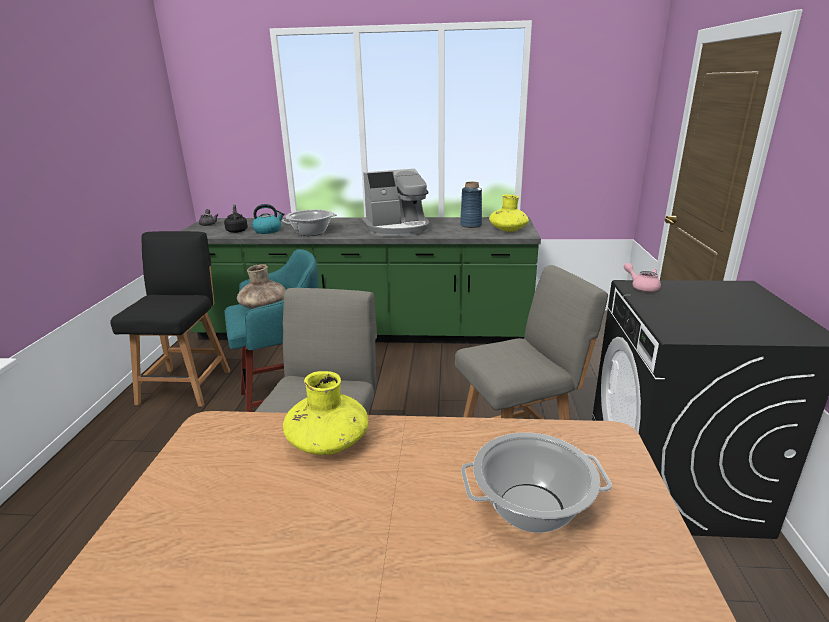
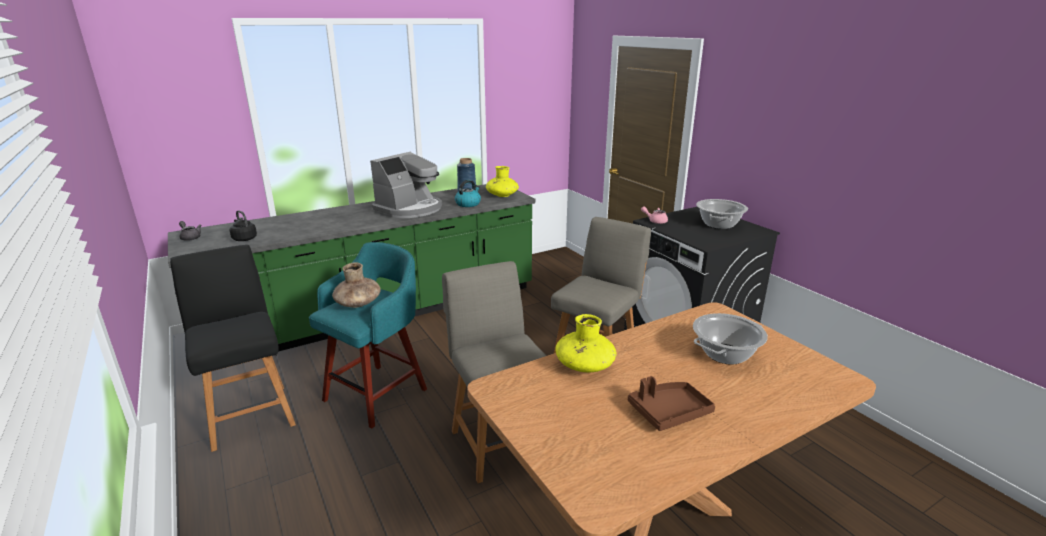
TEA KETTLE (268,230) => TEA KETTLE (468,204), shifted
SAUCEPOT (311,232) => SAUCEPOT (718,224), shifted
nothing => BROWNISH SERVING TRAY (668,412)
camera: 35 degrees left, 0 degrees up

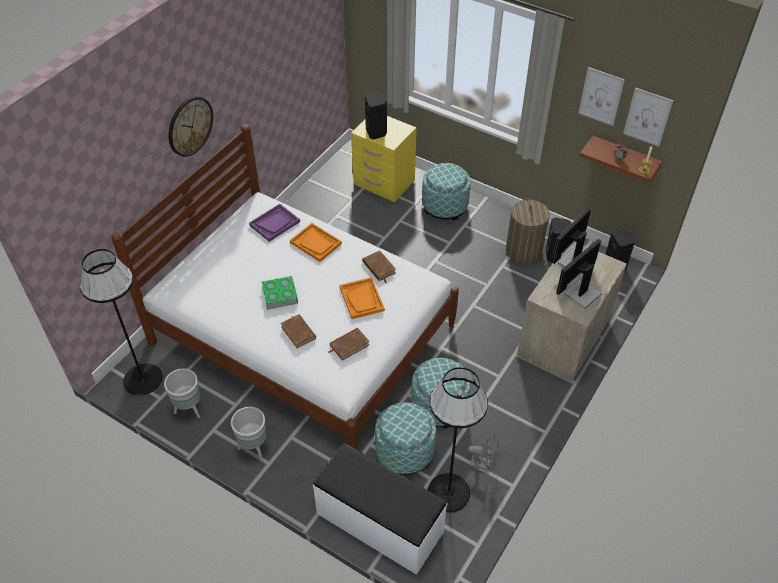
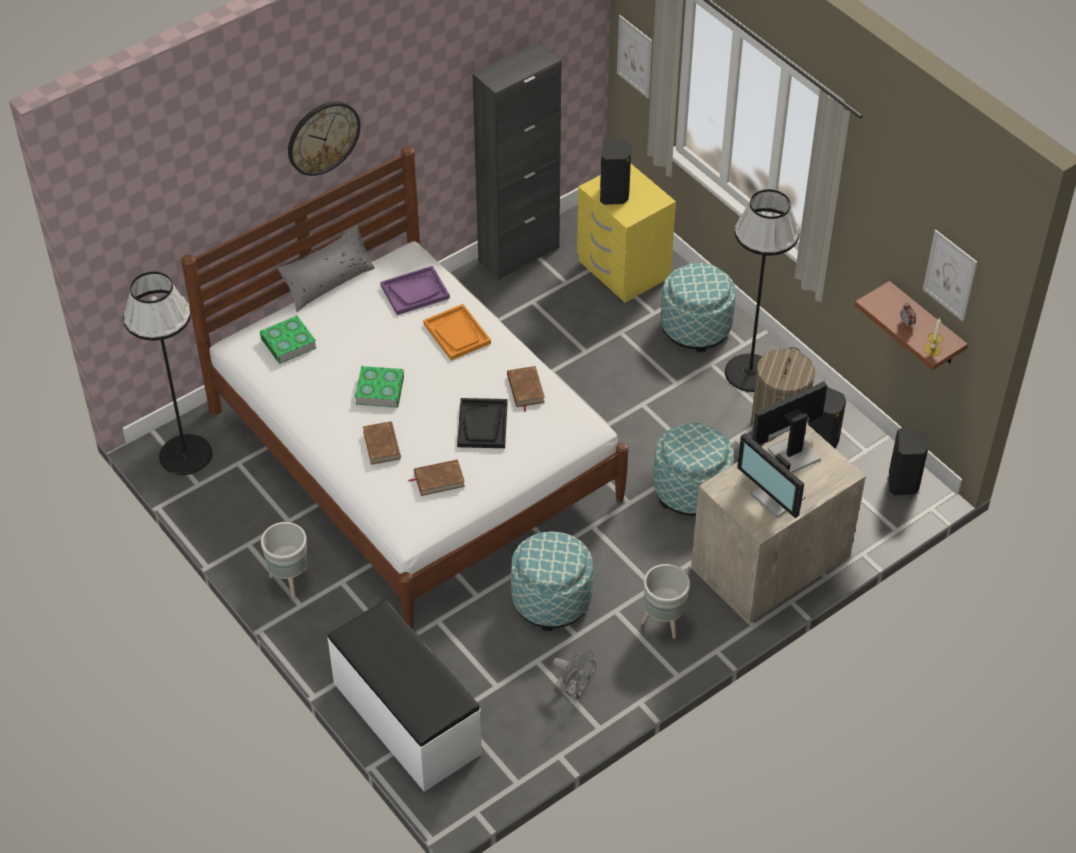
GREYISH PLANT POT (189,409) => GREYISH PLANT POT (663,622), shifted
ORANGEY SERVING TRAY (362,299) => BLACKISH SERVING TRAY (482,425)
POUFFE (404,451) => POUFFE (691,490), shifted
BLACKISH FLOOR LAMP (448,492) => BLACKISH FLOOR LAMP (749,373), shifted
COMPUTER DISPLAY (580,293) => COMPUTER DISPLAY (776,498), 105 degrees counterclockwise
WALL PICTURE (601,96) => WALL PICTURE (634,56), shifted
nothing => BOUND BOOK (288,343)
nothing => GREYISH THROW PILLOW (329,283)
nothing => BLACKISH CABINET (519,254)
camera: 20 degrees right, 0 degrees up

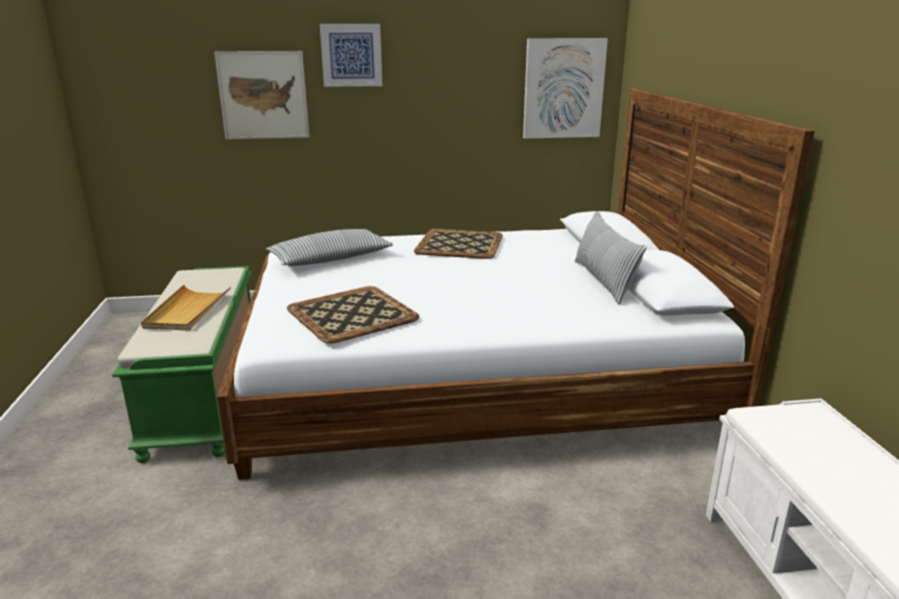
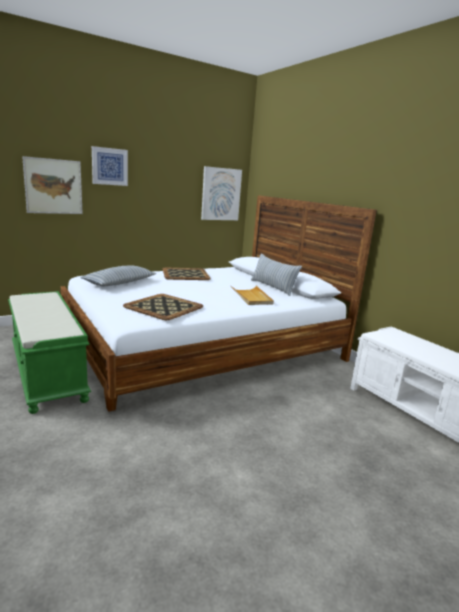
SAND-COLOURED SERVING TRAY (188,311) => SAND-COLOURED SERVING TRAY (251,297), shifted
camera: 25 degrees left, 5 degrees down

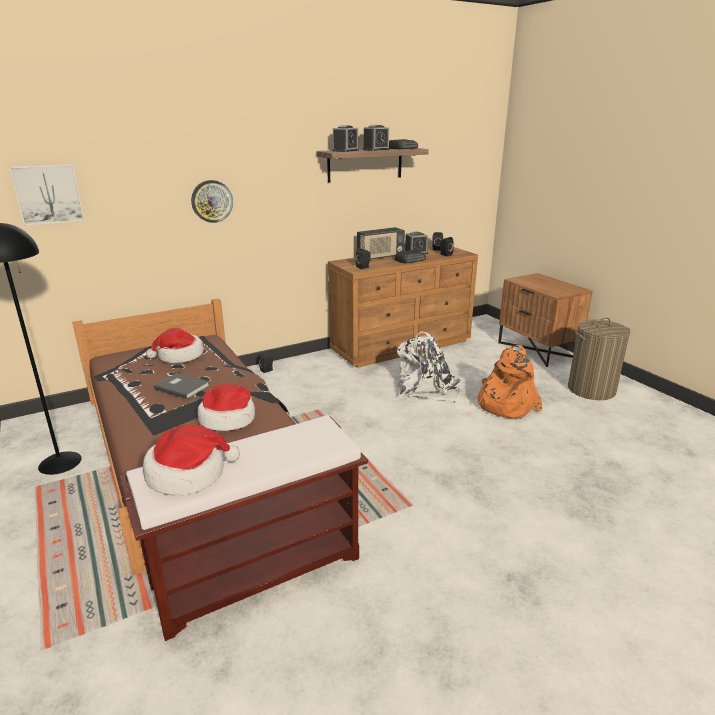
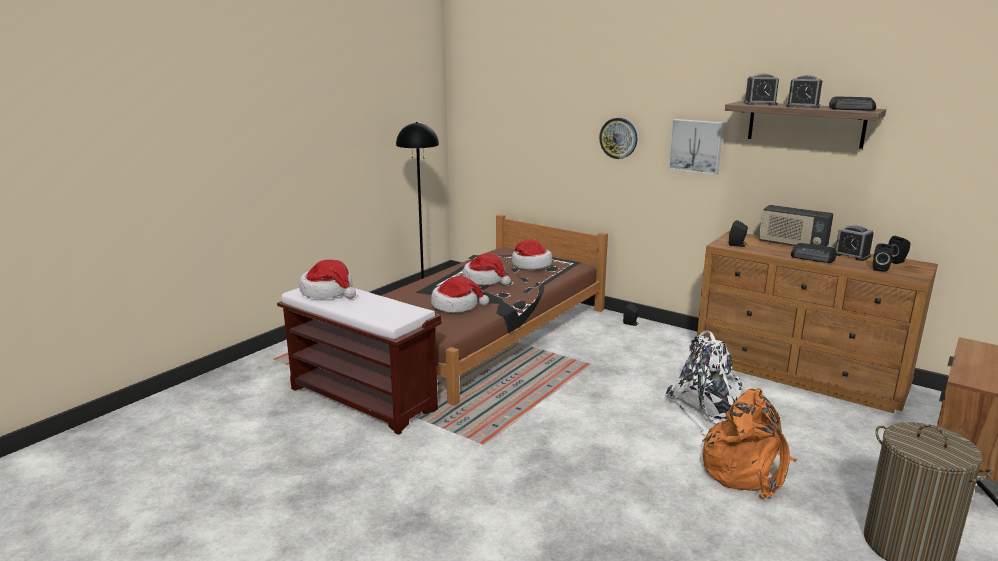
WALL PICTURE (48,194) => WALL PICTURE (696,146), shifted
GREYISH BOUND BOOK (182,386) => WEARABLE HAT (485,280)
camera: 65 degrees right, 5 degrees down

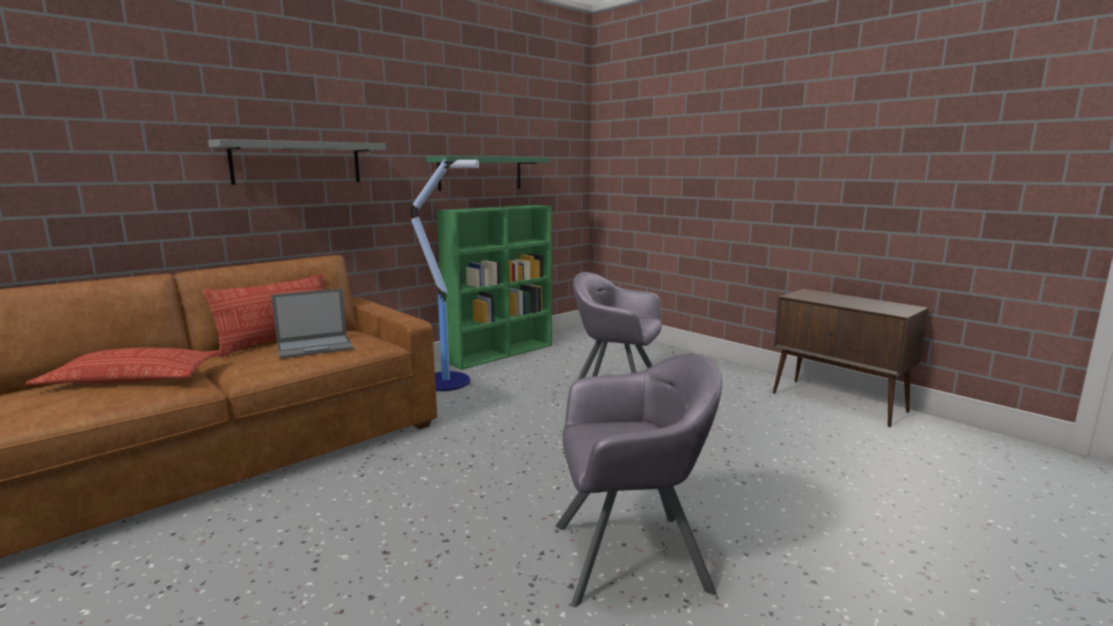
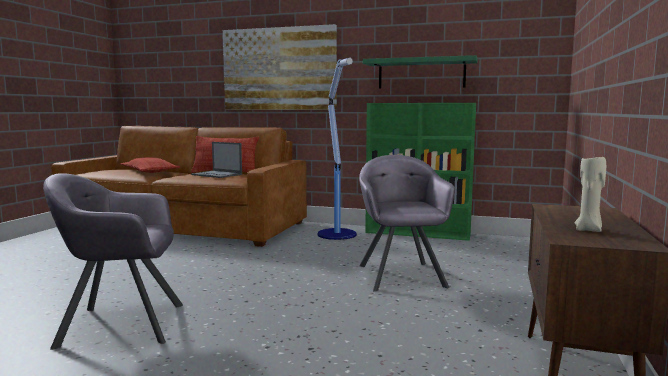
GREYISH BRACKET SHELF (297,163) => WALL PICTURE (279,69)
GREYISH LOUNGE CHAIR (631,557) => GREYISH LOUNGE CHAIR (122,324), 120 degrees clockwise
nothing => SAND-COLOURED WAX LIGHT (589,230)
camera: 60 degrees right, 5 degrees down

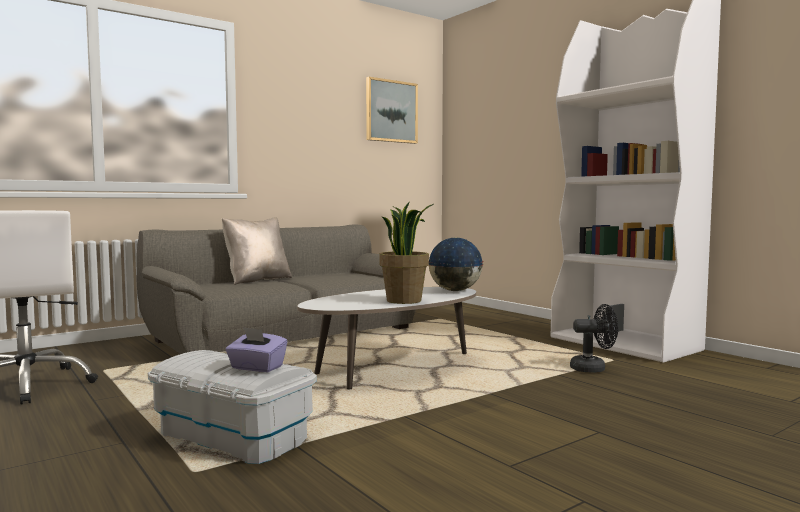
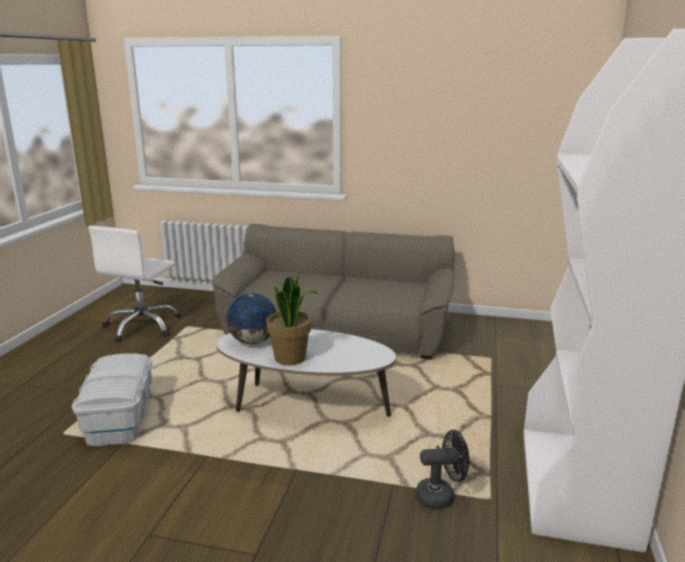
SAND-COLOURED THROW PILLOW (257,280) => nothing
PURPLE-COLOURED TISSUE HOLDER (256,368) => nothing
WALL PICTURE (391,111) => nothing
WORLD GLOBE (455,291) => WORLD GLOBE (253,342), shifted
BLACKISH ELECTRIC FAN (593,368) => BLACKISH ELECTRIC FAN (441,496), 60 degrees counterclockwise
camera: 50 degrees right, 15 degrees up

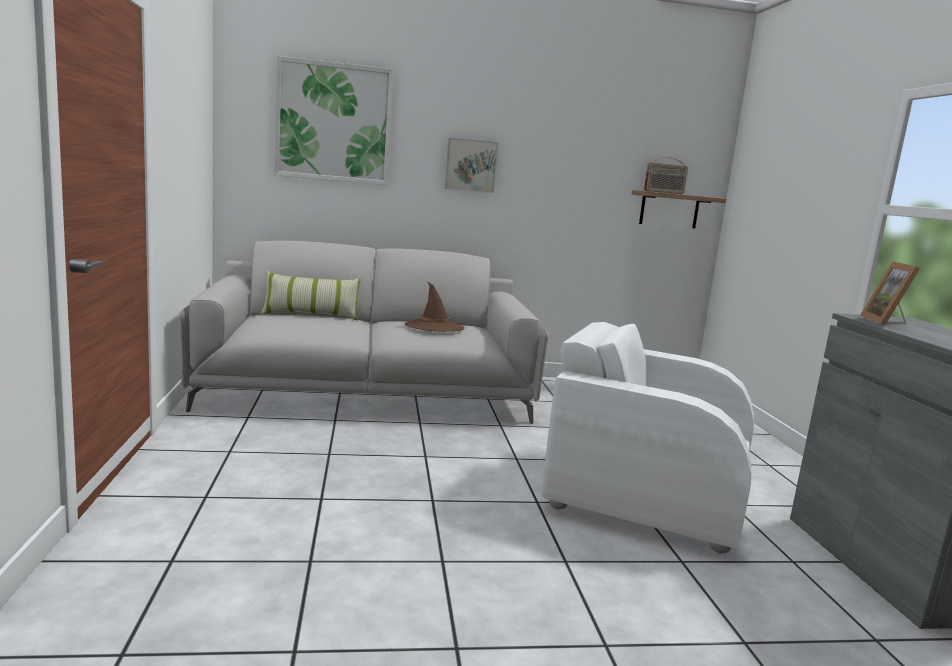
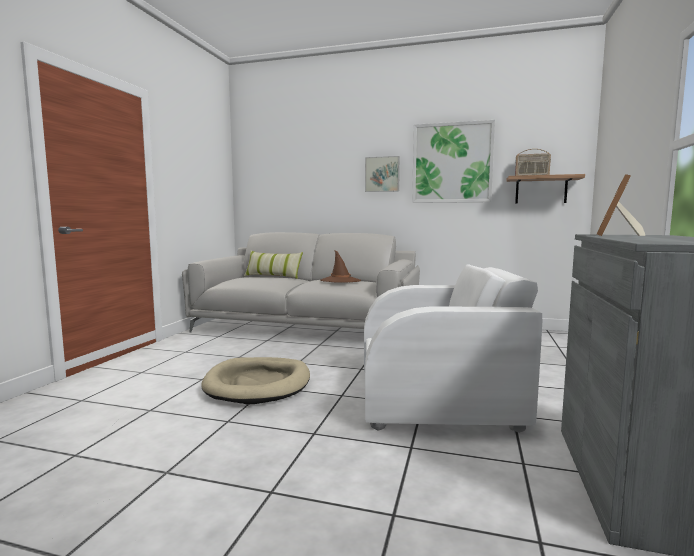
WALL PICTURE (334,122) => WALL PICTURE (452,163), shifted
WHITE LOUNGE CHAIR (645,495) => WHITE LOUNGE CHAIR (437,400), 135 degrees clockwise
nothing => SAND-COLOURED PET BED (258,384)
camera: 25 degrees right, 5 degrees down

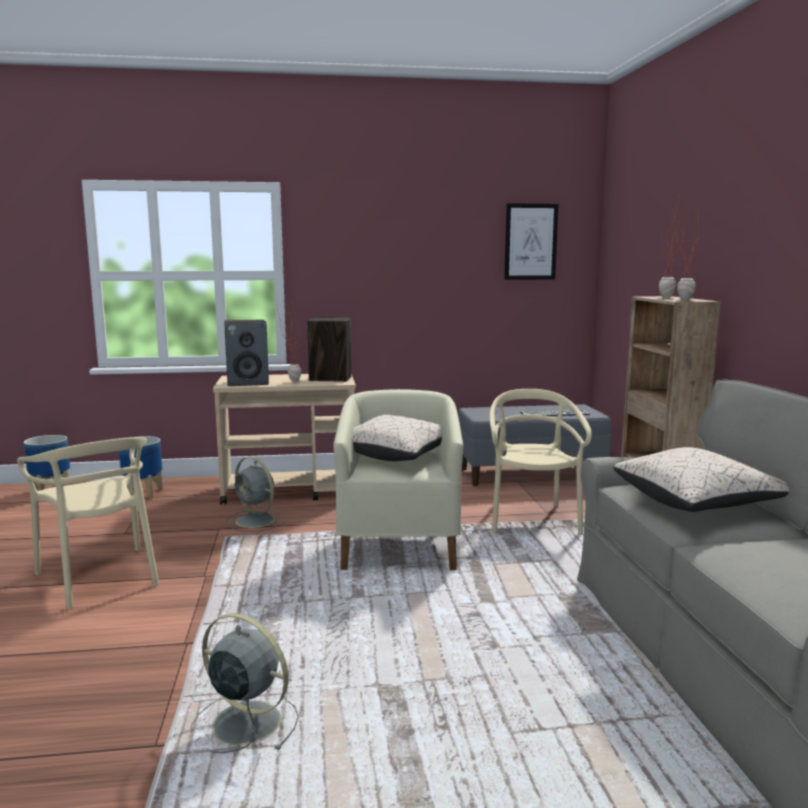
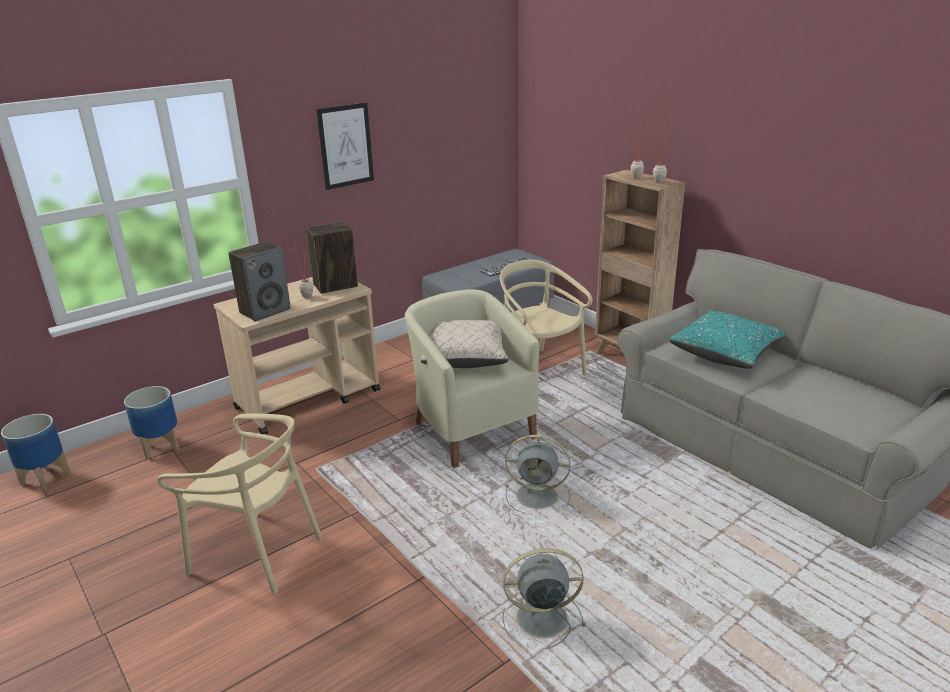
GREYISH ELECTRIC FAN (256,521) => GREYISH ELECTRIC FAN (539,496), shifted
WALL PICTURE (530,242) => WALL PICTURE (345,146), shifted
SAND-COLOURED THROW PILLOW (697,502) => TURQUOISE-COLOURED THROW PILLOW (726,353)
camera: 30 degrees left, 15 degrees up

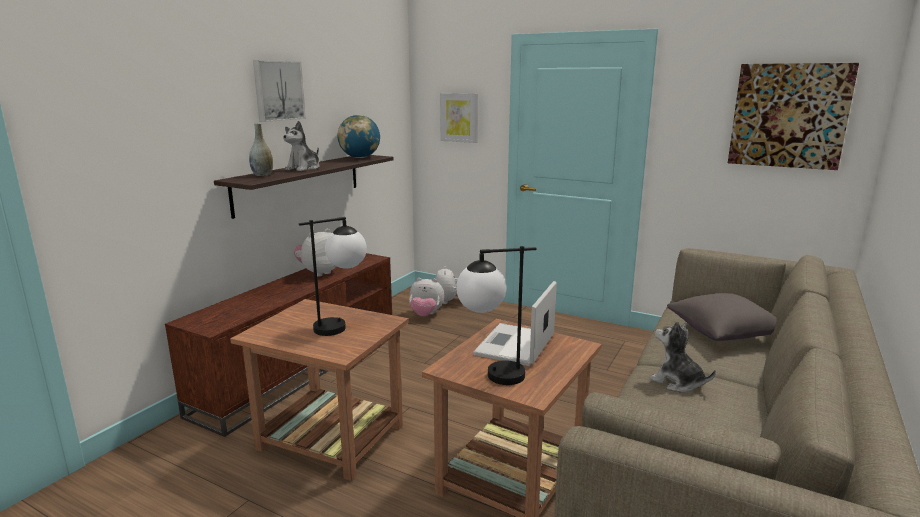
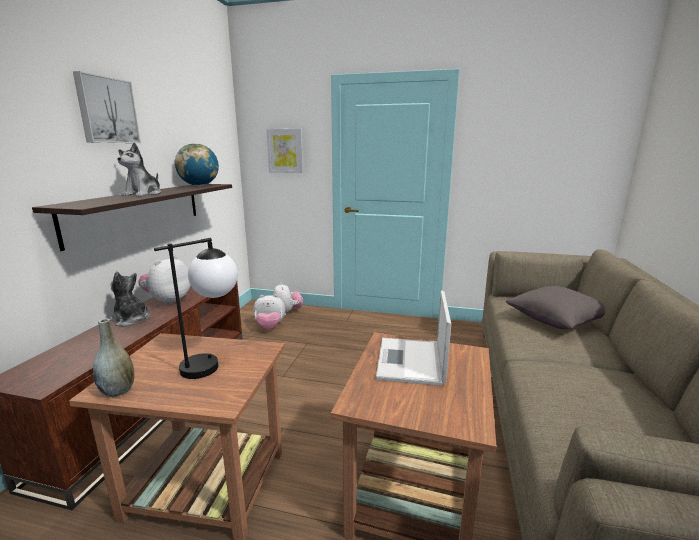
GREYISH VASE (262,175) => GREYISH VASE (118,391), shifted
LAMP FOR A TABLE (490,377) => nothing
PLUSH TOY (677,382) => PLUSH TOY (131,320), shifted
WALL PICTURE (789,116) => nothing
camera: 15 degrees left, 0 degrees up

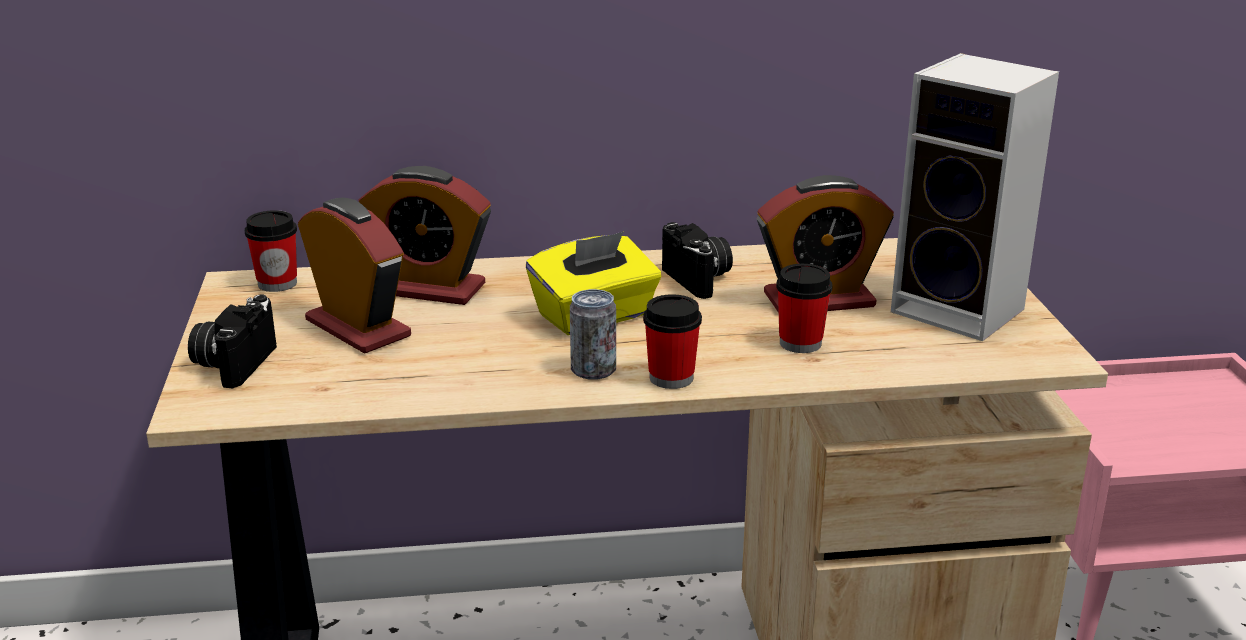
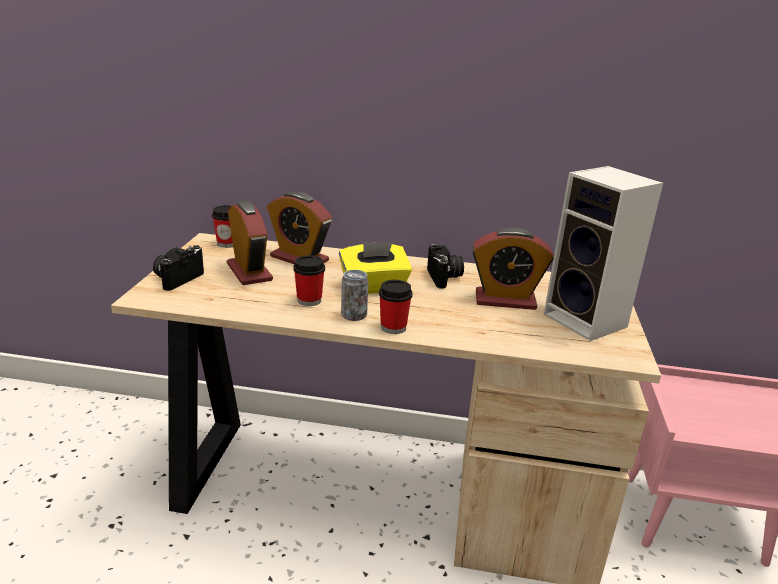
CUP (800,343) => CUP (309,300), shifted
camera: 15 degrees right, 0 degrees up

